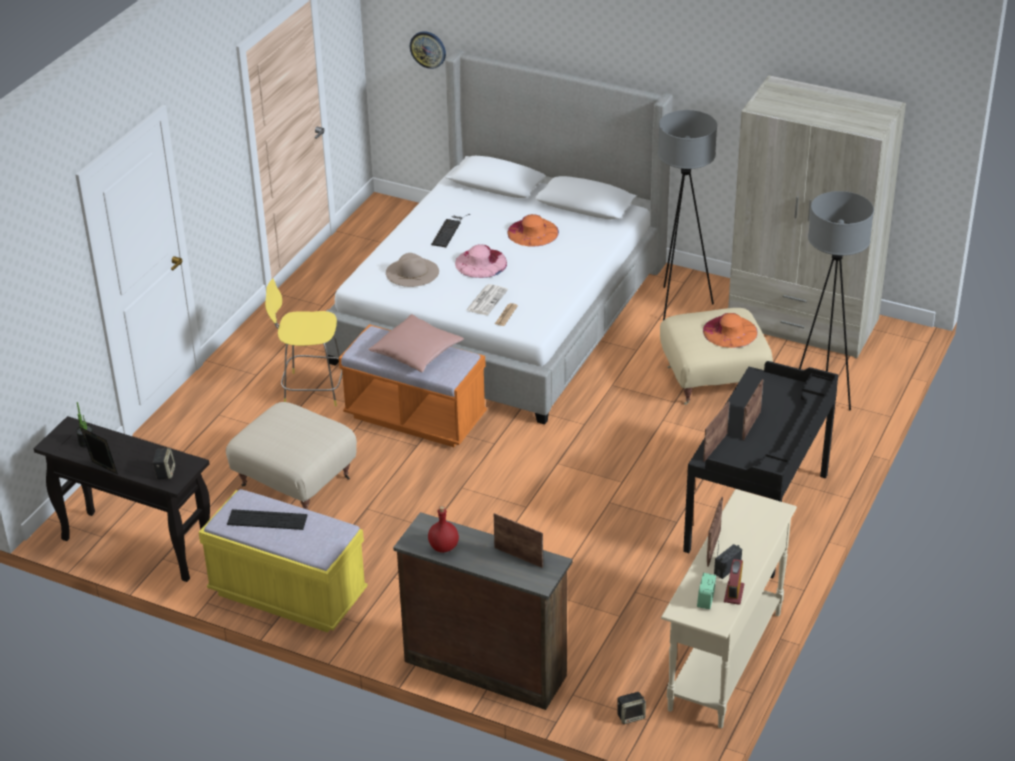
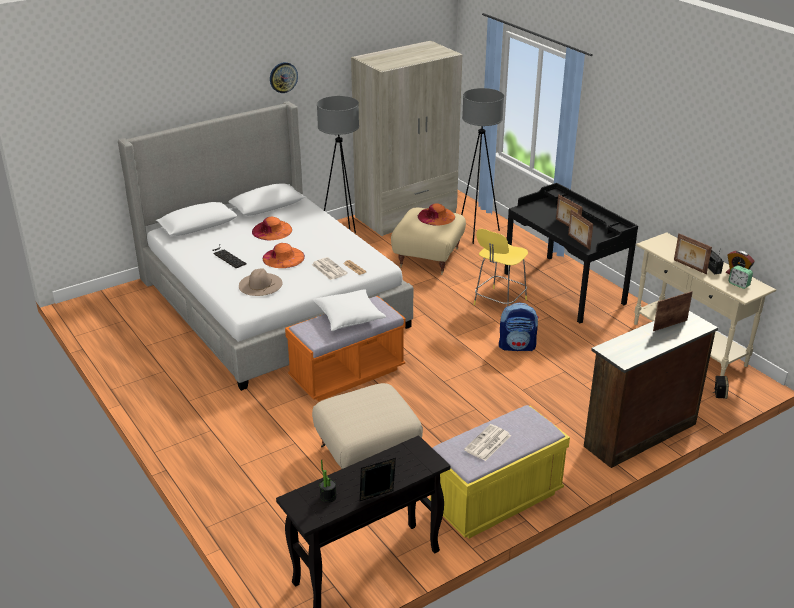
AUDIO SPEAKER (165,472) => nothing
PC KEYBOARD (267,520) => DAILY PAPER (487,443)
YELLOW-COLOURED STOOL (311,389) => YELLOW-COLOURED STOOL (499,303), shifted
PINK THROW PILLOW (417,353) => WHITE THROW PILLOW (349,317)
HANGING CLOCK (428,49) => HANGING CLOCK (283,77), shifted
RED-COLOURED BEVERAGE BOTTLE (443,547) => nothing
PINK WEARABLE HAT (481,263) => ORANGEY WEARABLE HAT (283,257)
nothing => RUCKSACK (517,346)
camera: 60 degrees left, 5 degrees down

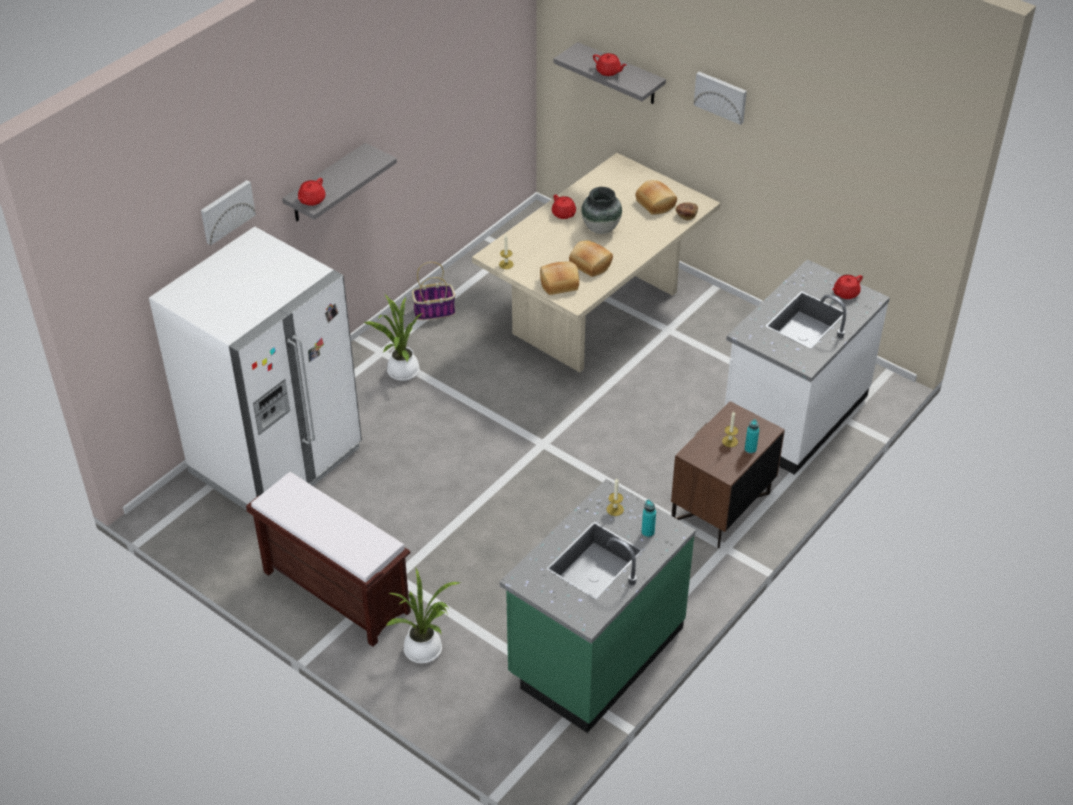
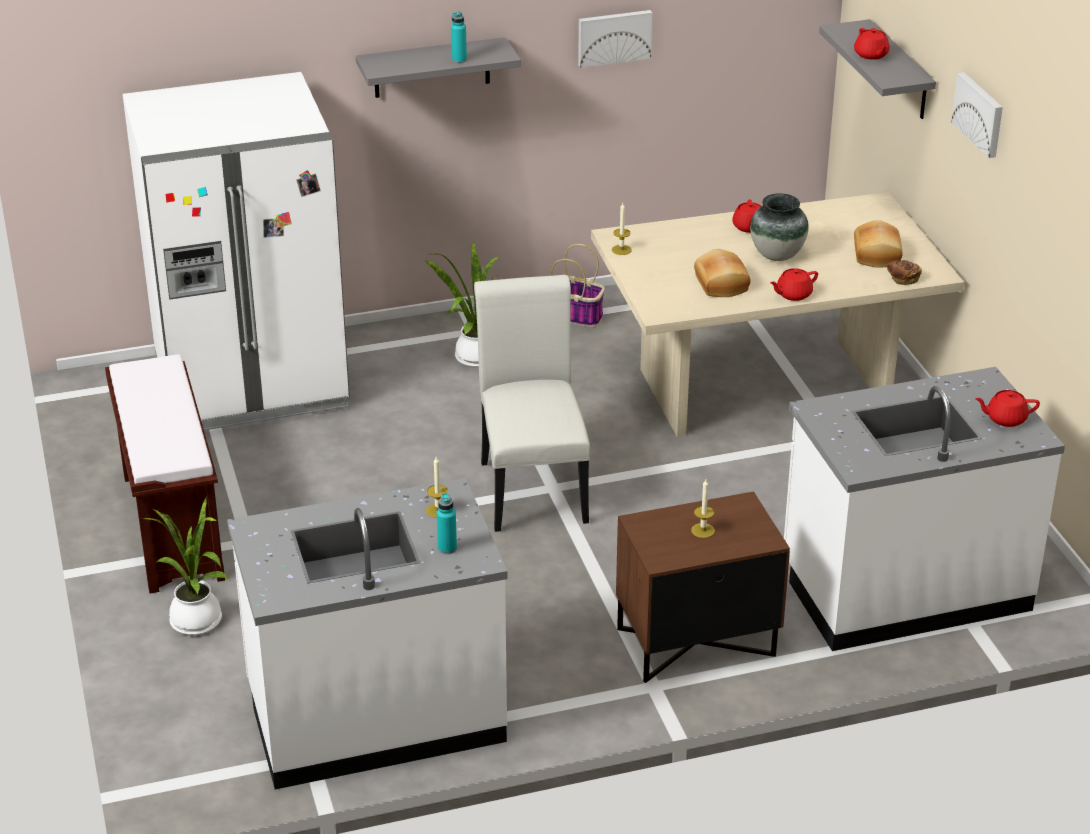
WALL PICTURE (226,211) => WALL PICTURE (614,37), shifted
RED-COLOURED TEAPOT (311,200) => RED-COLOURED TEAPOT (793,294), shifted
GREEN-COLOURED KITCHEN BASE UNIT (595,652) => WHITE KITCHEN BASE UNIT (375,715)
BAKED BREAD (559,283) => nothing
TURQUOISE-COLOURED BEVERAGE BOTTLE (750,449) => TURQUOISE-COLOURED BEVERAGE BOTTLE (459,60), shifted
nothing => WHITE PLAIN CHAIR (532,486)
camera: 35 degrees right, 10 degrees down

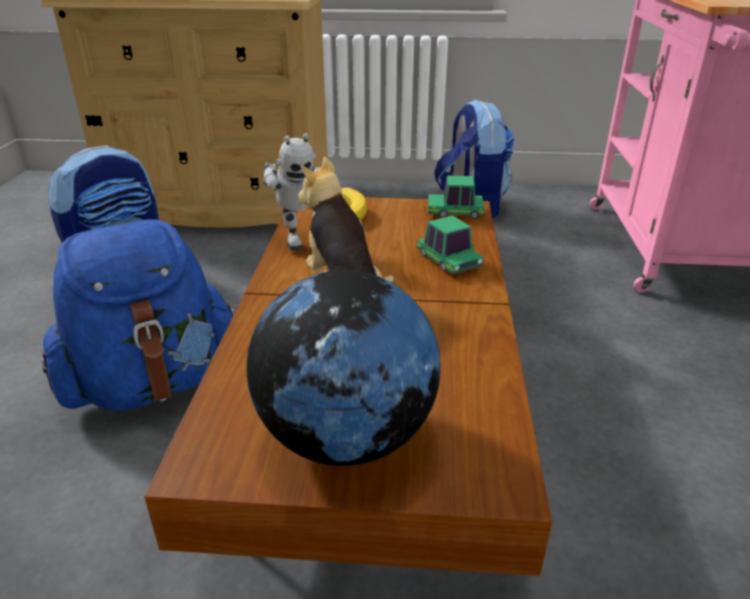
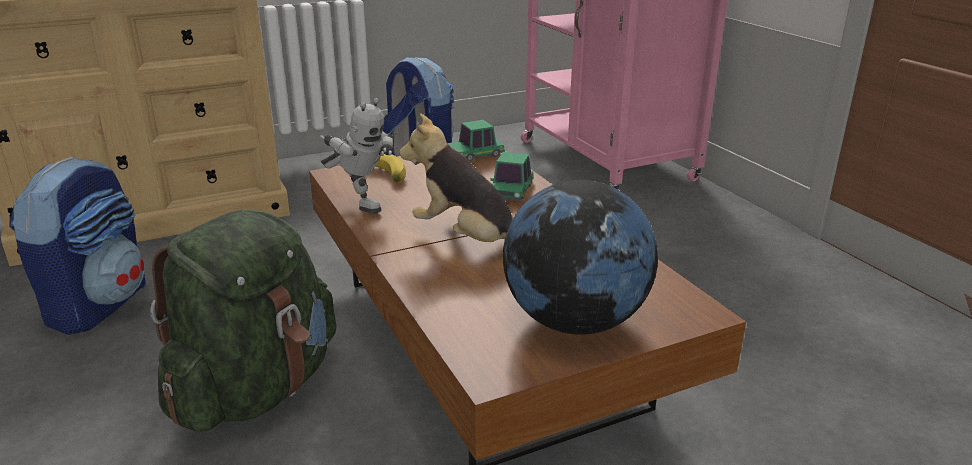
BLUISH RUCKSACK (154,383) => GREEN-COLOURED RUCKSACK (257,389)
MINIATURE CAR (448,261) => MINIATURE CAR (511,191), 75 degrees clockwise
camera: 30 degrees left, 5 degrees down

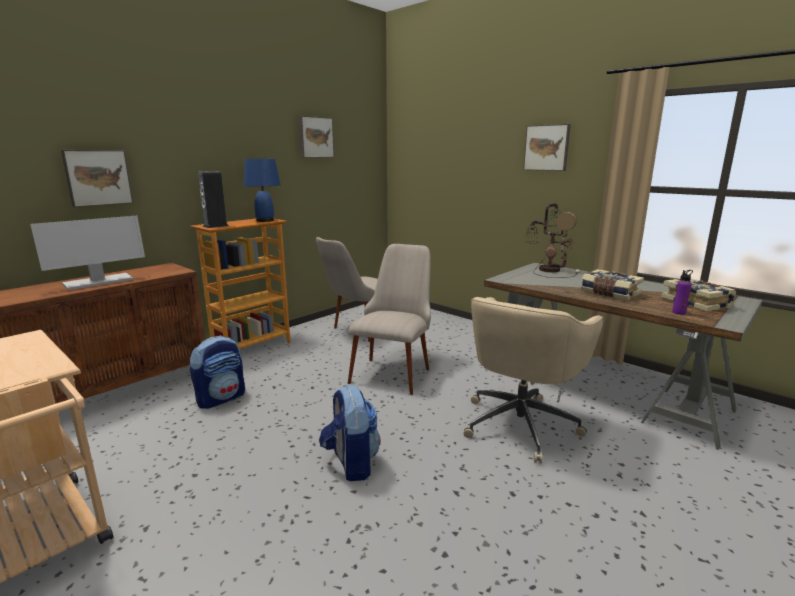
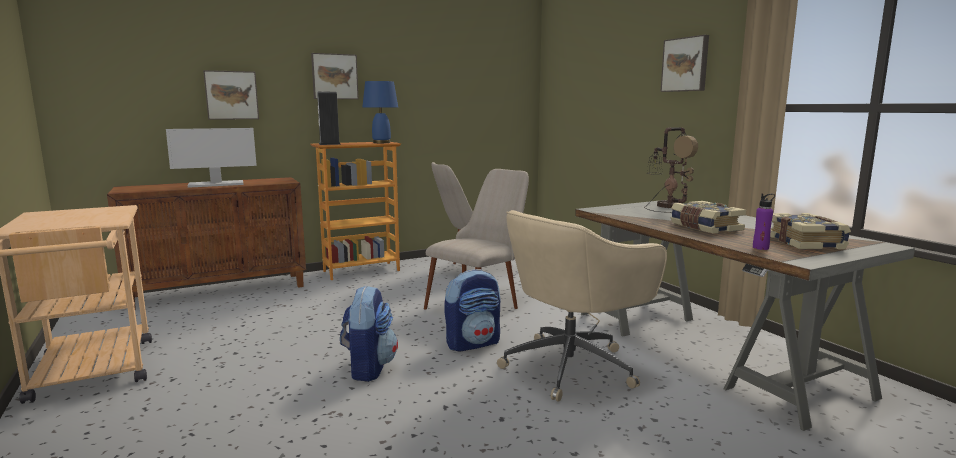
RUCKSACK (221,398) => RUCKSACK (473,343), shifted
WALL PICTURE (315,137) => WALL PICTURE (334,76), shifted
camera: 20 degrees right, 5 degrees down

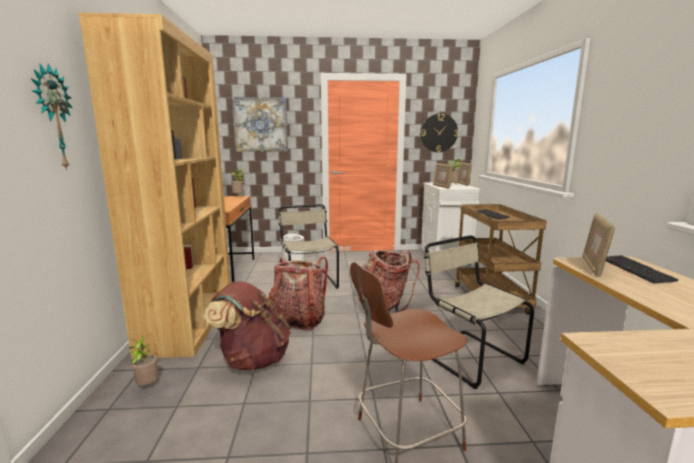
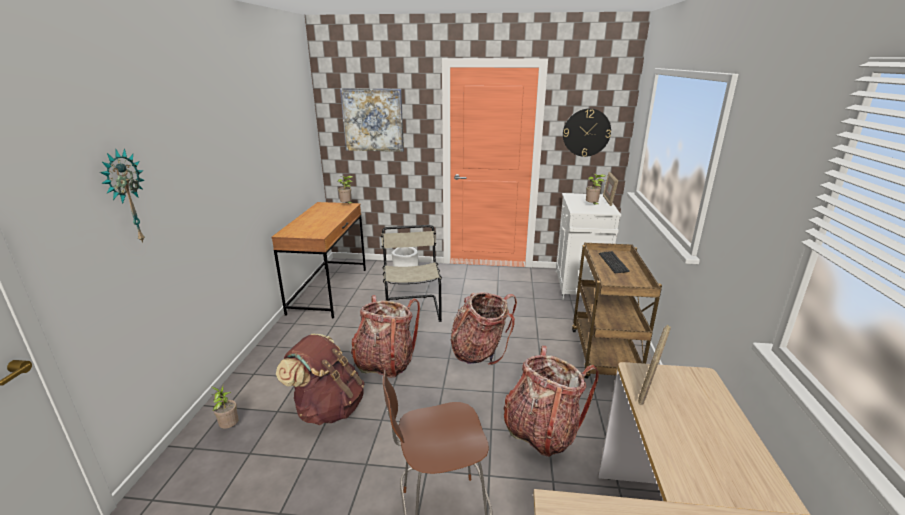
BROWNISH BOOKCASE (189,322) => nothing
SAND-COLOURED PLAIN CHAIR (467,356) => RUCKSACK (542,431)
PICTURE FRAME (442,186) => nothing
PC KEYBOARD (635,270) => nothing
camera: 10 degrees right, 10 degrees up

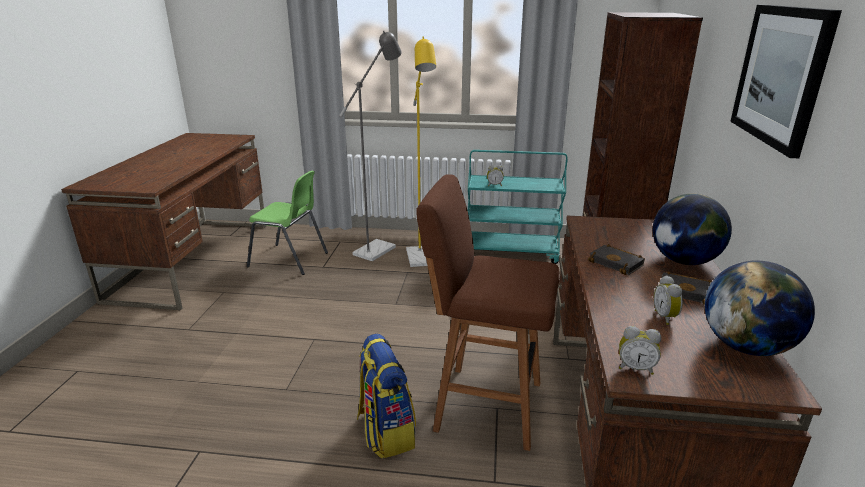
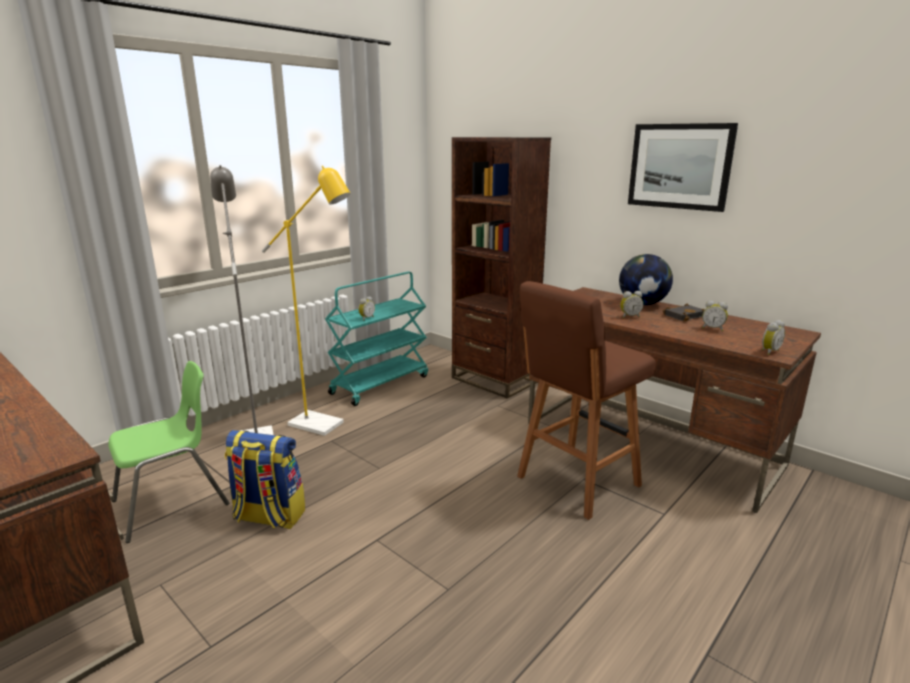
RUCKSACK (385,432) => RUCKSACK (268,517), shifted
BLACKISH BOUND BOOK (617,263) => TABLE CLOCK (629,316)
WORLD GLOBE (746,346) => nothing
camera: 55 degrees left, 5 degrees down

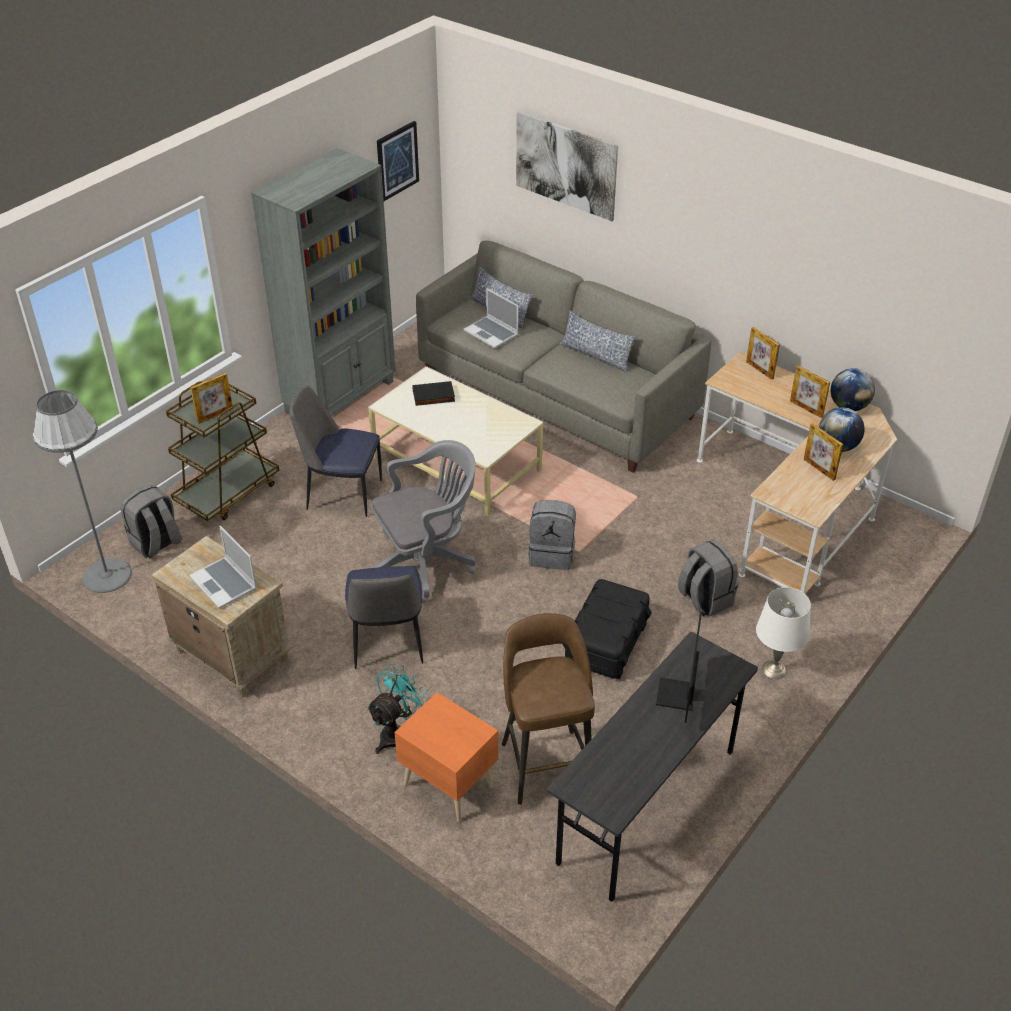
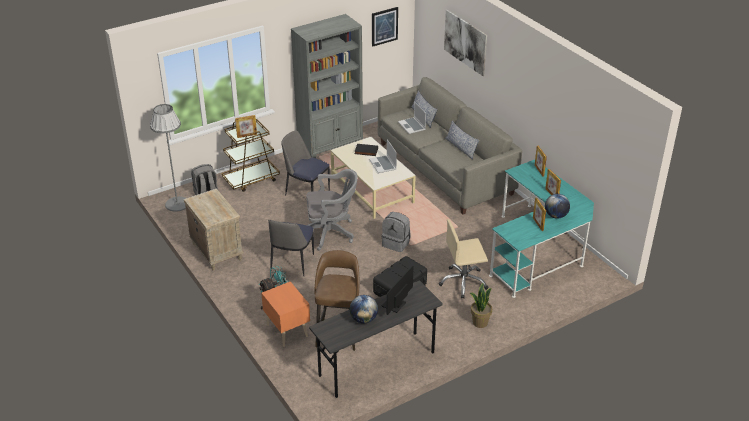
NOTEBOOK COMPUTER (225,583) => NOTEBOOK COMPUTER (383,165), shifted
GREYISH RUCKSACK (704,599) => SAND-COLOURED COMPUTER CHAIR (463,282)
SAND-COLOURED DESK UNIT (791,509) => TURQUOISE-COLOURED DESK UNIT (539,251)
WHITE LAMP FOR A TABLE (774,670) => PLANT IN A POT (480,322)
WORLD GLOBE (848,407) => WORLD GLOBE (363,319), shifted
camera: 20 degrees right, 5 degrees down

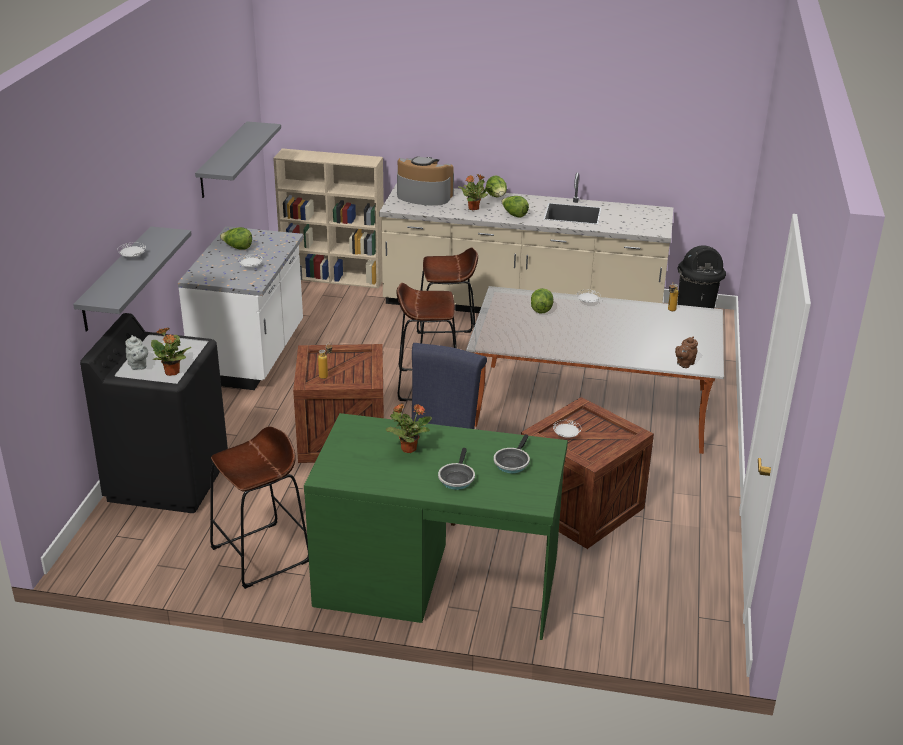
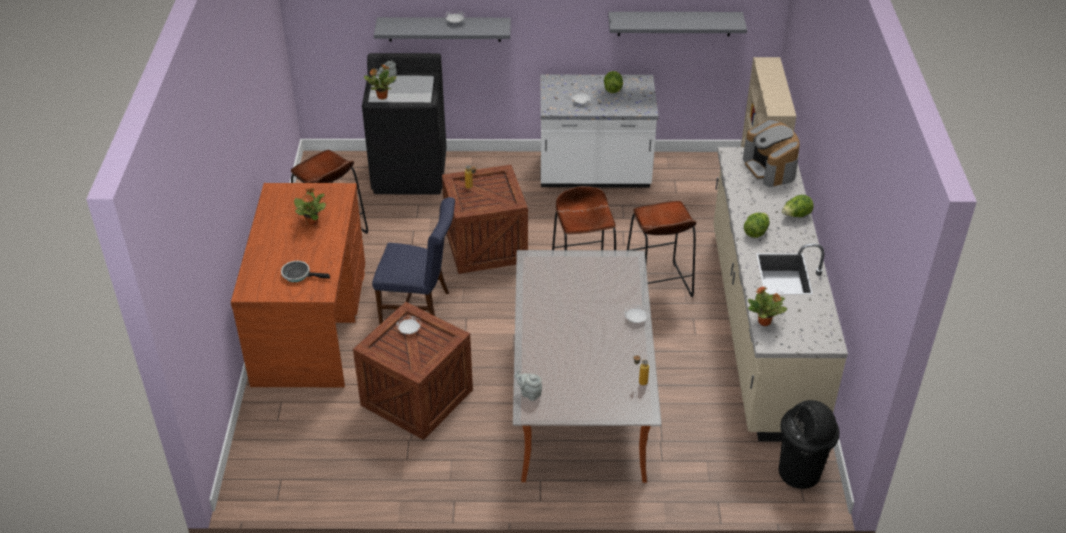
GREEN-COLOURED DESK UNIT (437,581) => BROWNISH DESK UNIT (311,324)
COFFEE MAKER (424,196) => COFFEE MAKER (770,168), 150 degrees clockwise
PAN (456,478) => nothing
PLANT IN A POT (474,208) => PLANT IN A POT (764,322), shifted
LETTUCE (541,309) => nothing
BROWNISH TEAPOT (684,364) => GREYISH TEAPOT (529,393)
camera: 80 degrees right, 10 degrees up

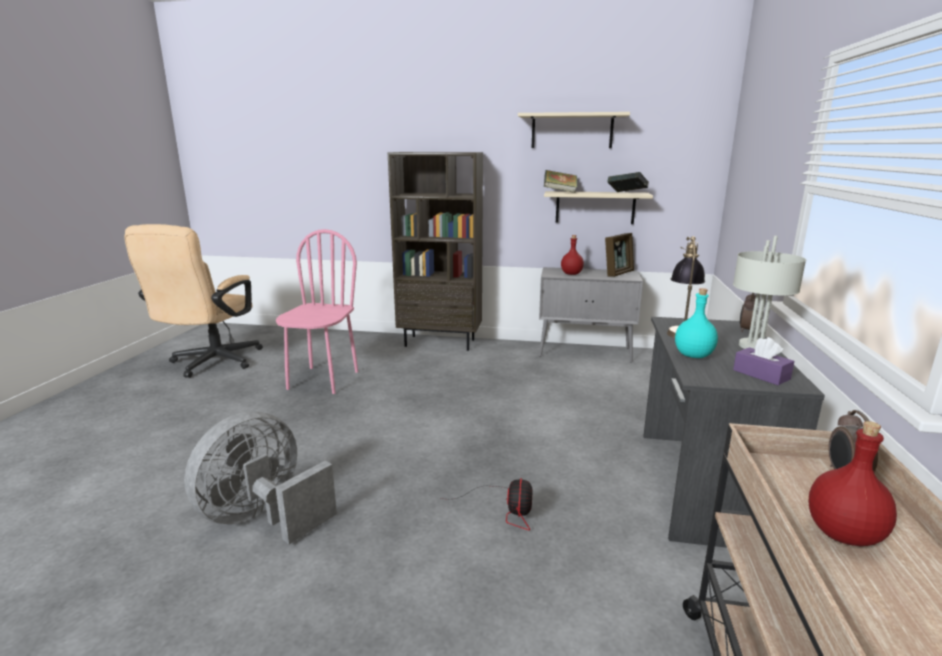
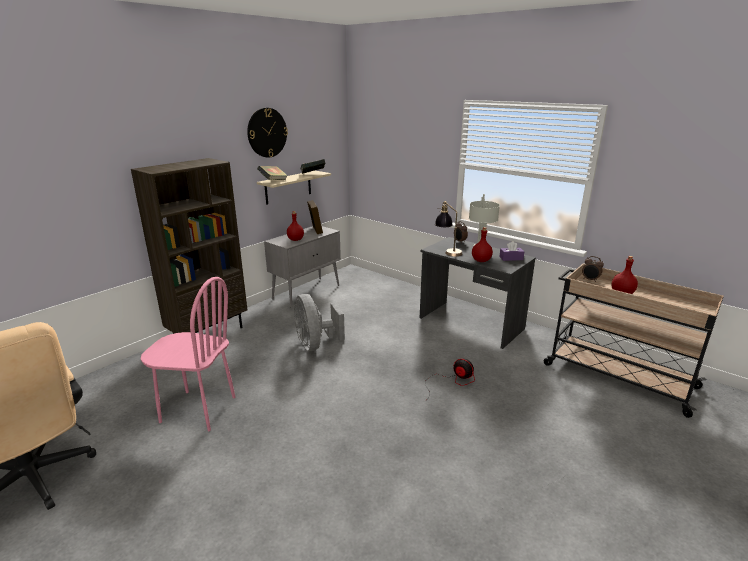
GREYISH ELECTRIC FAN (264,518) => GREYISH ELECTRIC FAN (315,344), shifted
PINK PLAIN CHAIR (322,380) => PINK PLAIN CHAIR (198,409), 150 degrees clockwise
SAND-COLOURED BRACKET SHELF (572,131) => HANGING CLOCK (267,132)
TURQUOISE-COLOURED BEVERAGE BOTTLE (694,355) => RED-COLOURED BEVERAGE BOTTLE (481,260)
camera: 60 degrees left, 5 degrees up

